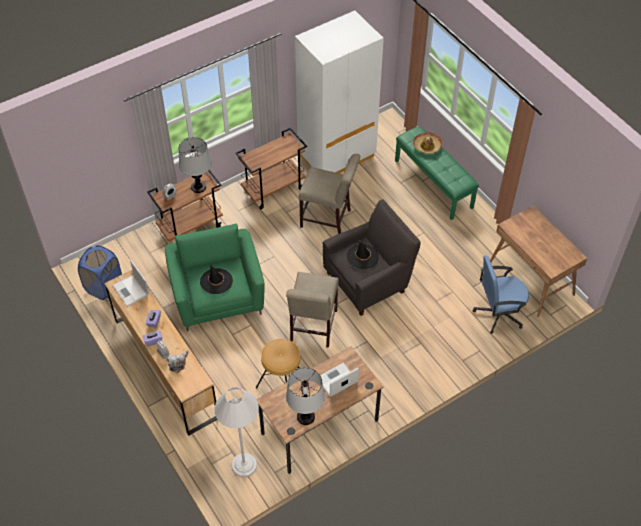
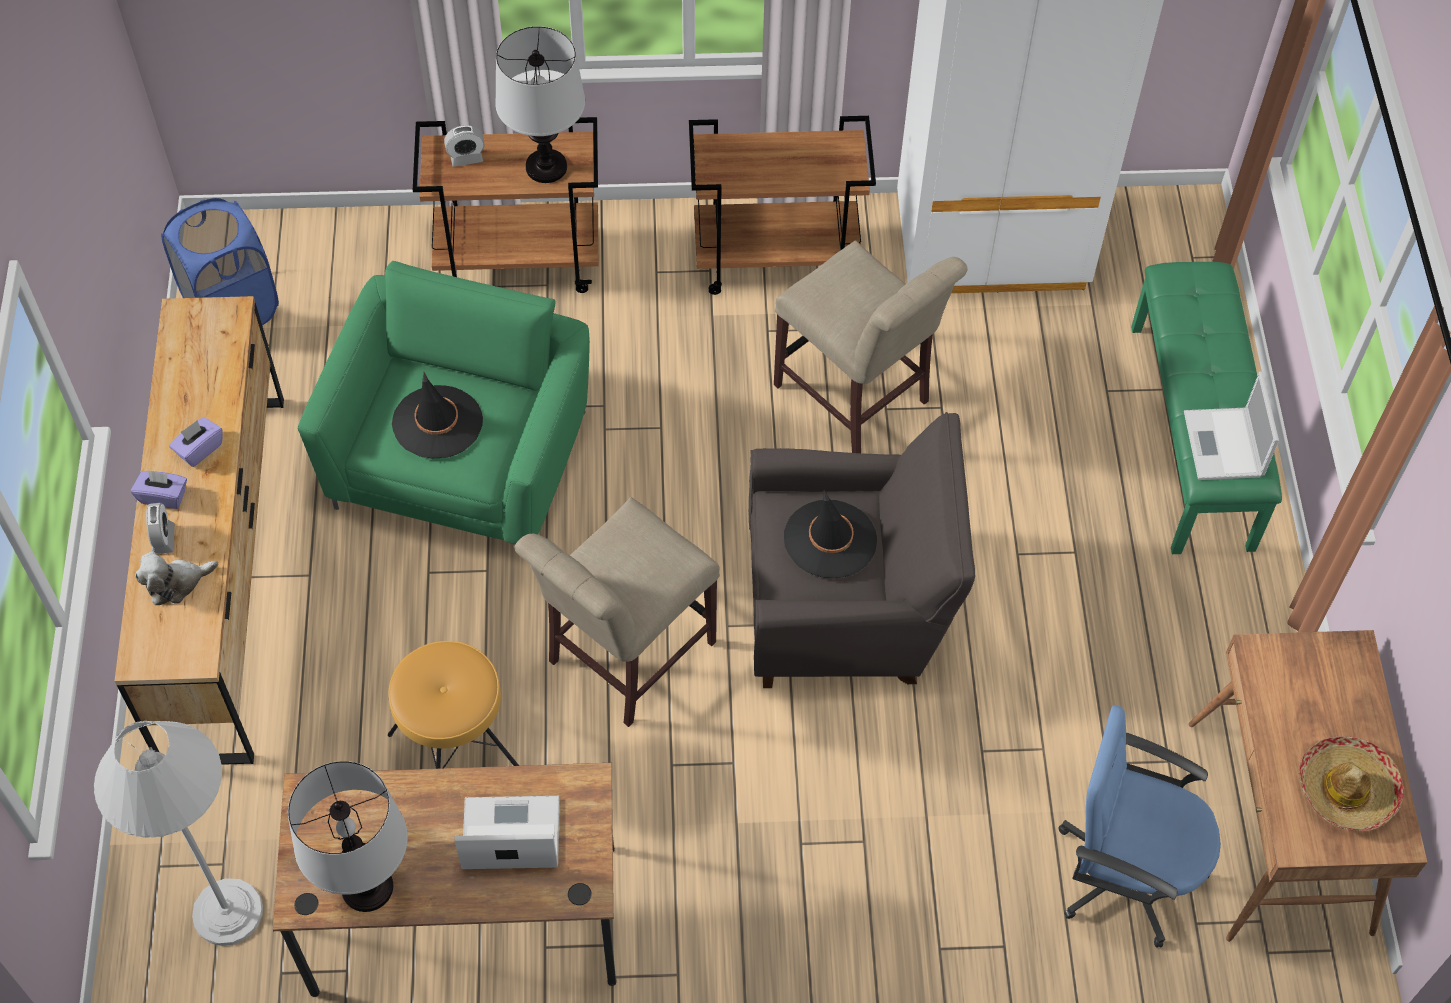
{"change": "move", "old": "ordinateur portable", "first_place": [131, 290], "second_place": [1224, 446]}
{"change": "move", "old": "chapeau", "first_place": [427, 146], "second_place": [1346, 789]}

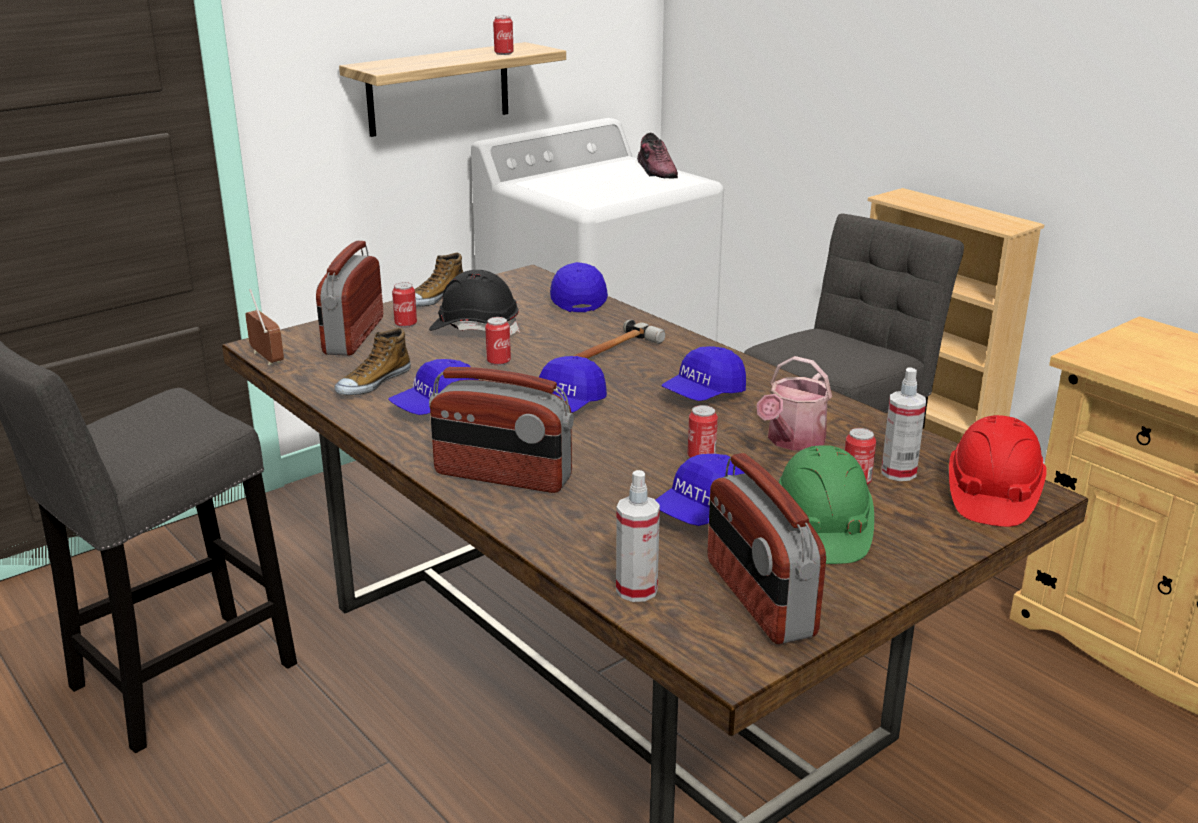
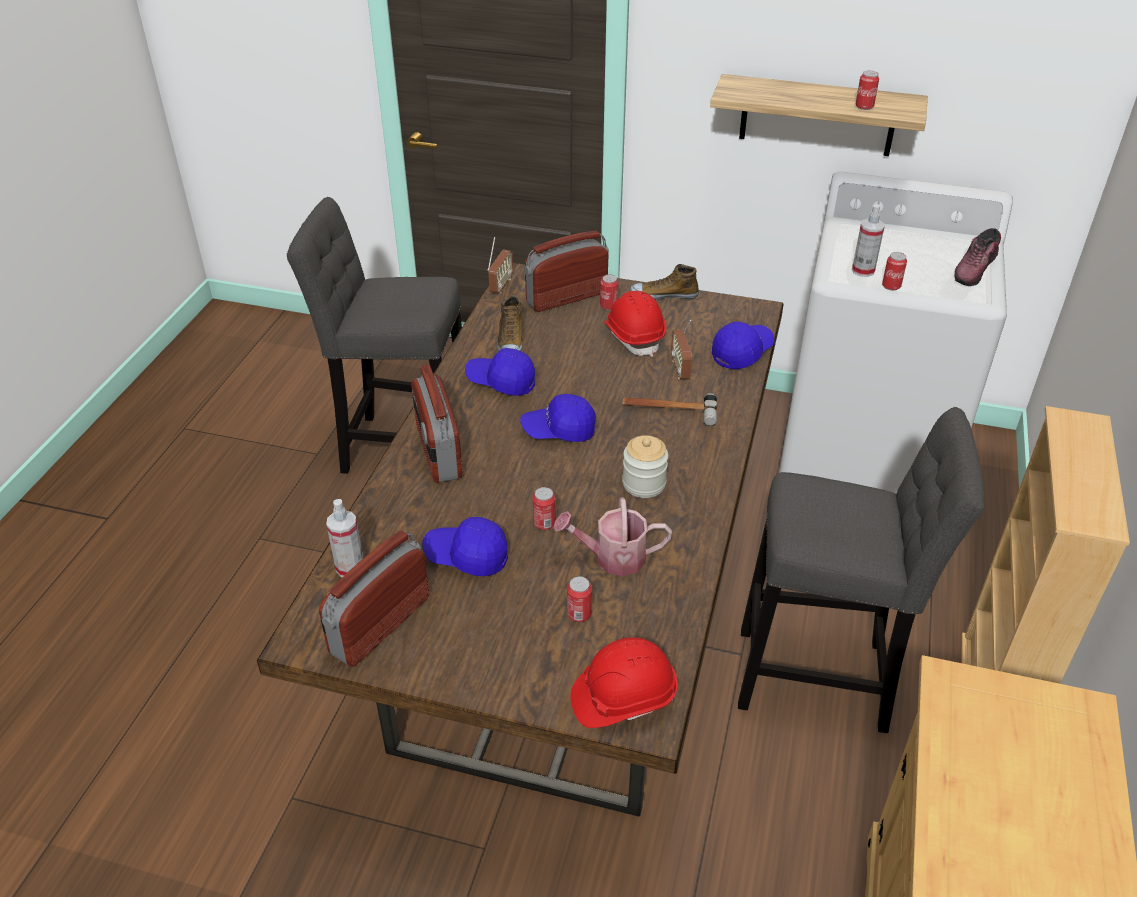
{"change": "delete", "old": "casque de chantier [vert]", "first_place": [820, 530]}
{"change": "insert", "new": "radio", "second_place": [680, 369]}
{"change": "move", "old": "boîte métallique", "first_place": [498, 361], "second_place": [891, 286]}
{"change": "move", "old": "vaporisateur", "first_place": [898, 472], "second_place": [863, 270]}
{"change": "replace", "old": "casquette [bleu]", "new": "bocal", "first_place": [703, 394], "second_place": [644, 484]}
{"change": "recolor", "old": "casque de chantier [noir]", "new": "casque de chantier [rouge]", "first_place": [474, 329], "second_place": [634, 336]}
{"change": "rotate", "old": "chaussure", "first_place": [373, 382], "second_place": [510, 340], "degrees": -90}

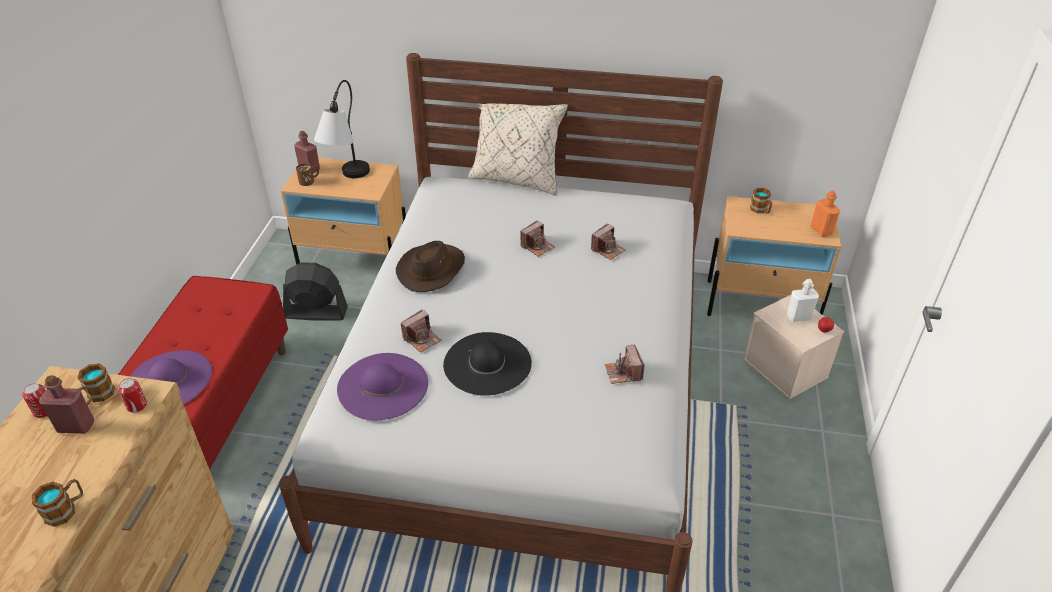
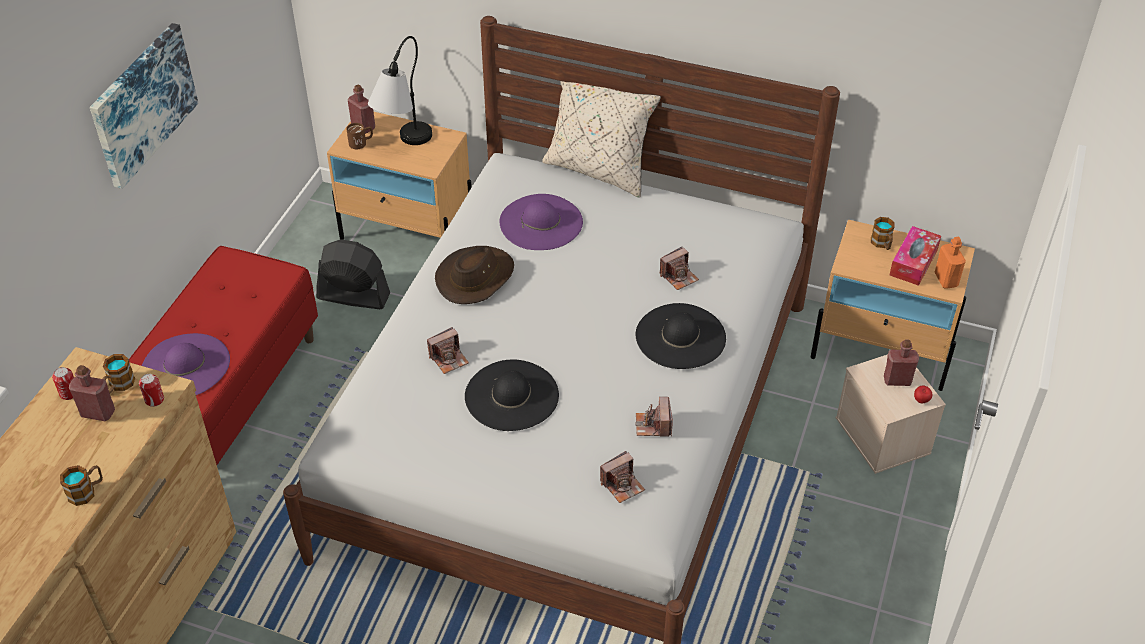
{"change": "insert", "new": "tableau", "second_place": [142, 104]}
{"change": "insert", "new": "chapeau [noir]", "second_place": [680, 336]}
{"change": "insert", "new": "boîte à mouchoirs", "second_place": [913, 262]}
{"change": "move", "old": "chapeau [violet]", "first_place": [383, 386], "second_place": [541, 222]}
{"change": "move", "old": "appareil photo", "first_place": [537, 246], "second_place": [622, 485]}
{"change": "recolor", "old": "bouteille [blanc]", "new": "bouteille [rouge]", "first_place": [798, 317], "second_place": [897, 380]}

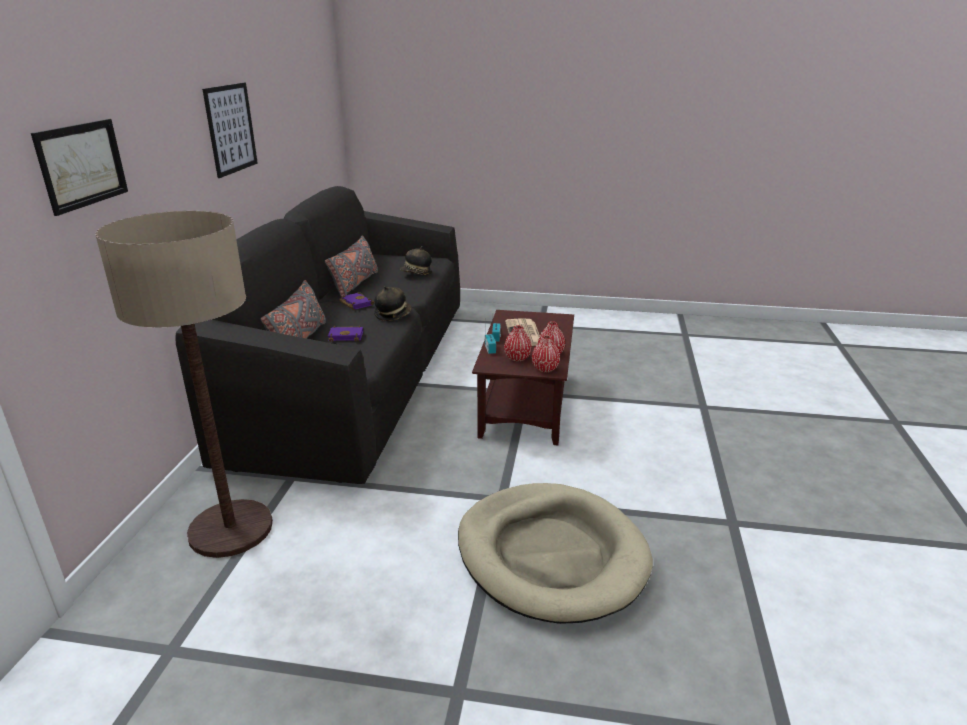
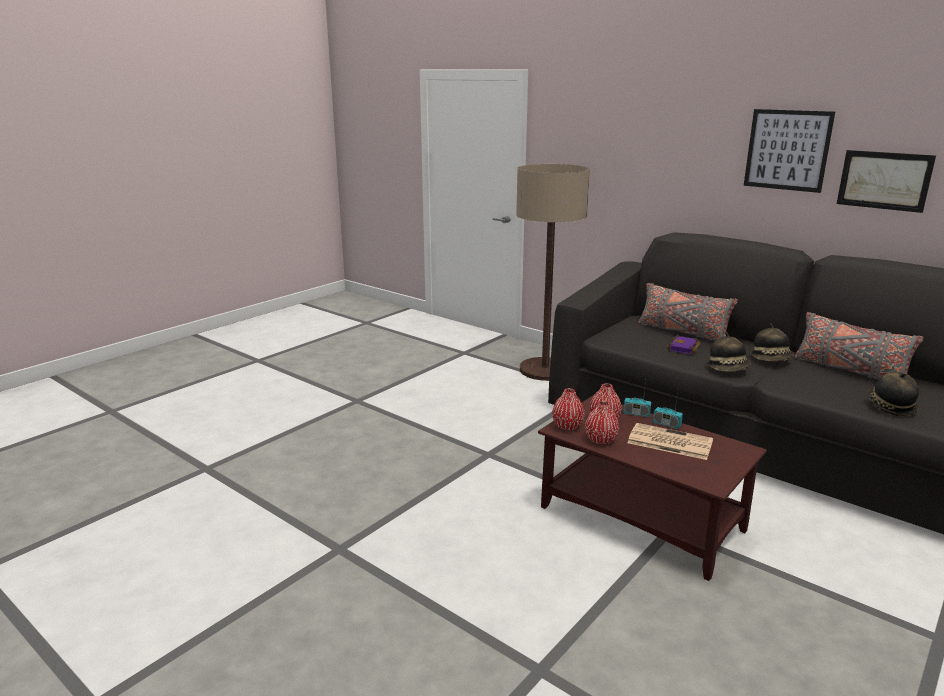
{"change": "delete", "old": "panier pour chien [beige]", "first_place": [551, 555]}
{"change": "move", "old": "tableau", "first_place": [82, 165], "second_place": [884, 180]}
{"change": "replace", "old": "livre [violet]", "new": "chapeau", "first_place": [355, 304], "second_place": [771, 360]}

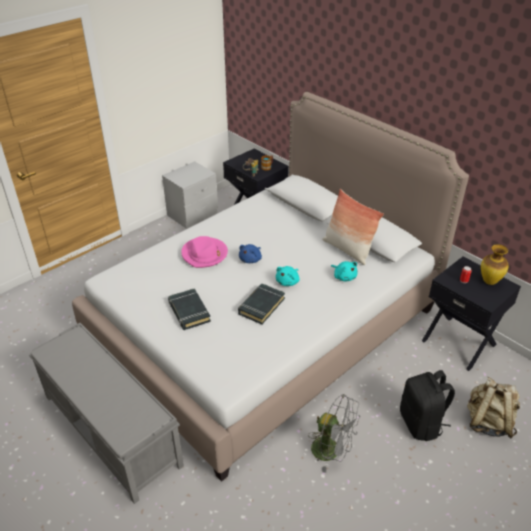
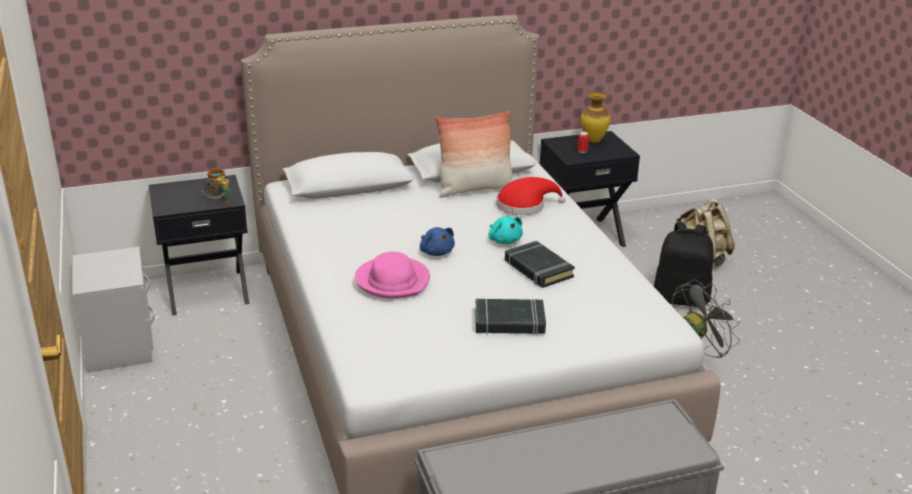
{"change": "replace", "old": "peluche [turquoise]", "new": "chapeau [rouge]", "first_place": [344, 276], "second_place": [524, 205]}

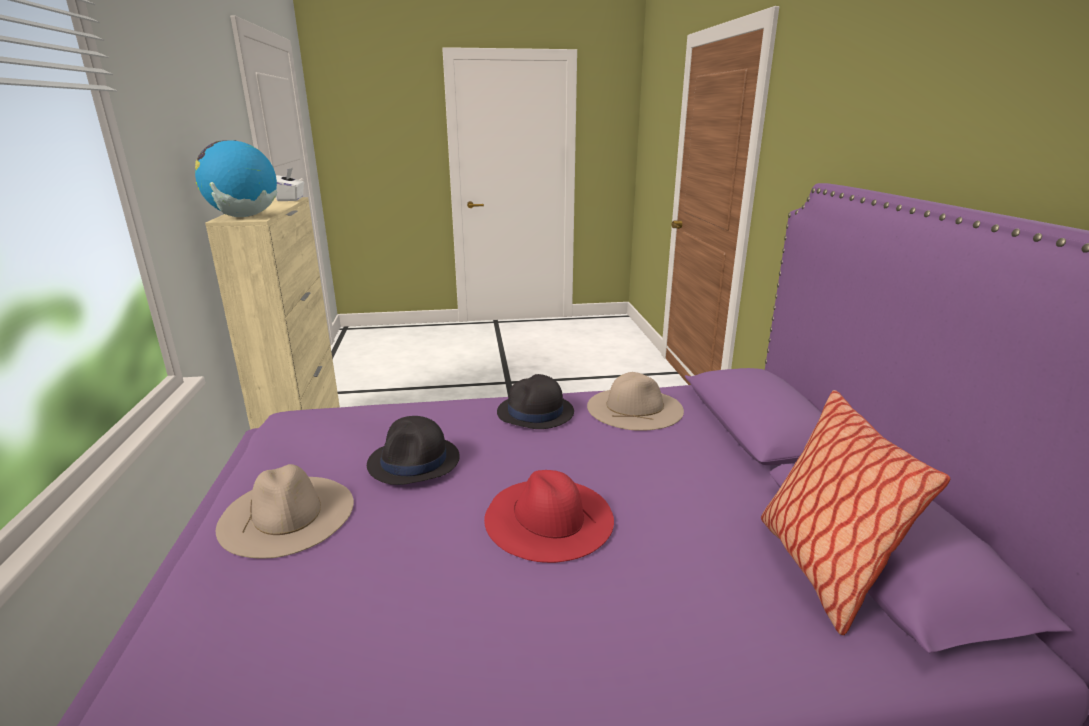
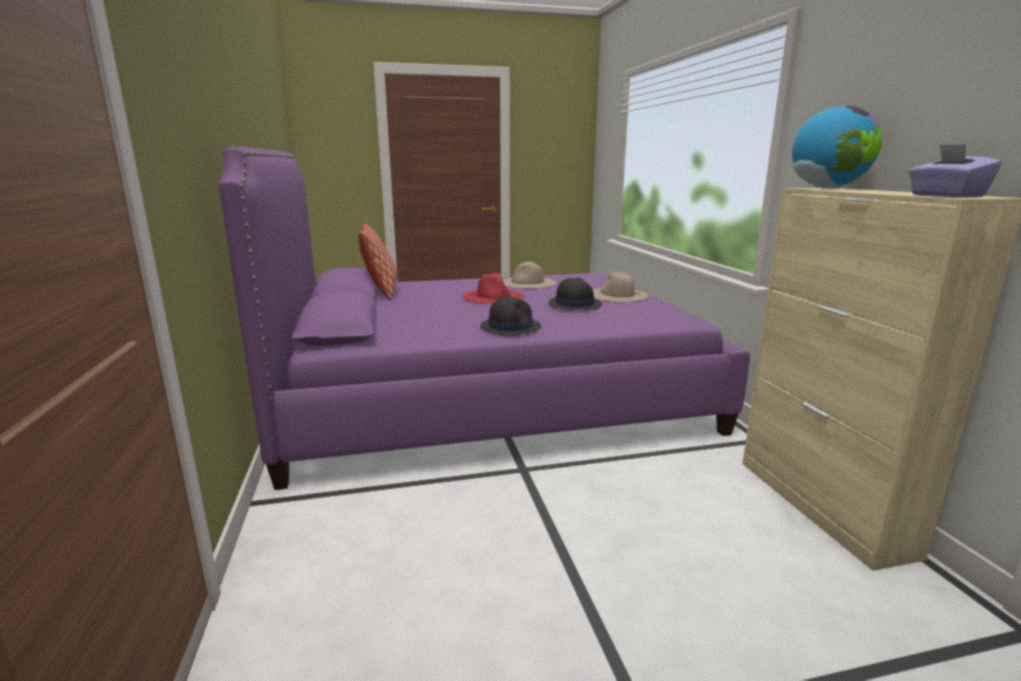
{"change": "move", "old": "chapeau [beige]", "first_place": [634, 408], "second_place": [527, 282]}
{"change": "recolor", "old": "boîte à mouchoirs [blanc]", "new": "boîte à mouchoirs [violet]", "first_place": [291, 199], "second_place": [945, 196]}

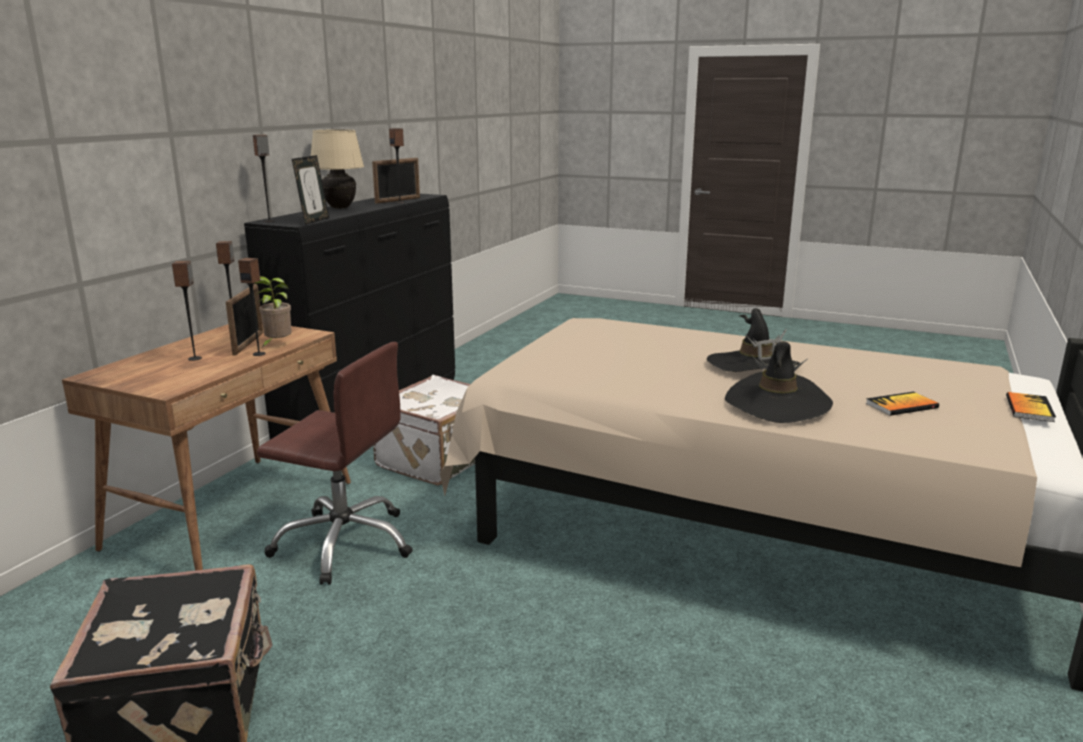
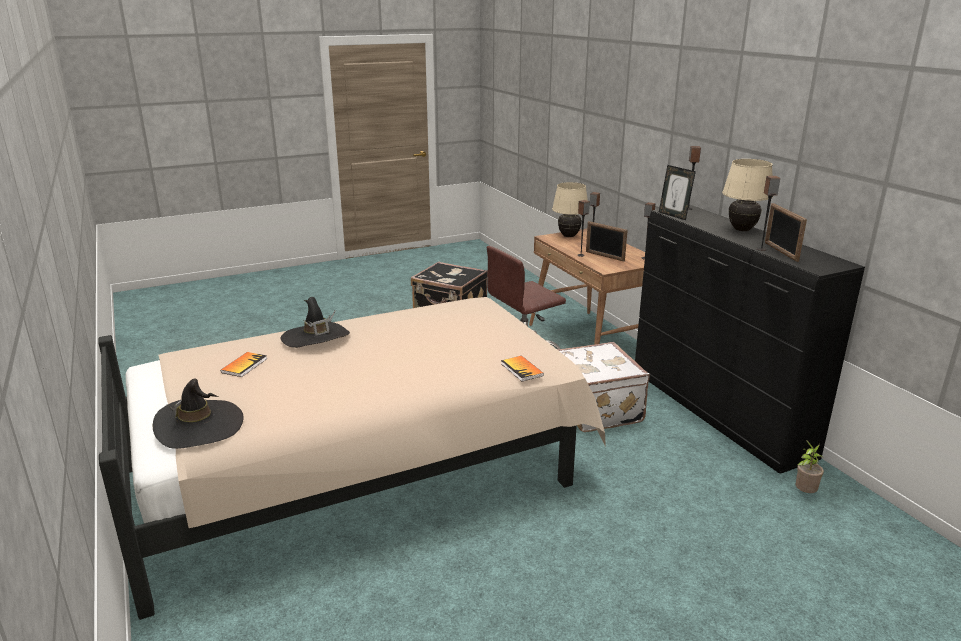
{"change": "insert", "new": "lampe de table [beige]", "second_place": [569, 236]}
{"change": "move", "old": "plante en pot", "first_place": [277, 345], "second_place": [804, 493]}
{"change": "move", "old": "chapeau [noir]", "first_place": [752, 366], "second_place": [199, 426]}
{"change": "move", "old": "livre", "first_place": [1029, 408], "second_place": [521, 369]}

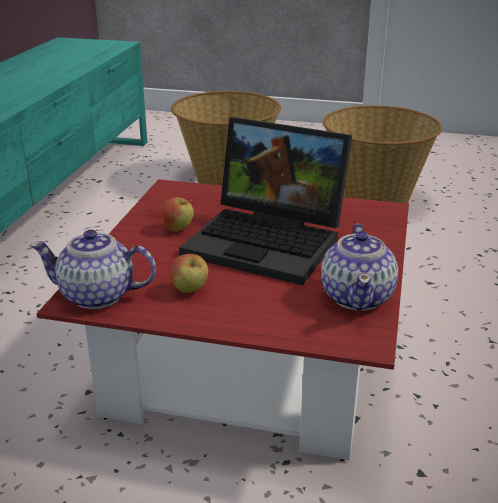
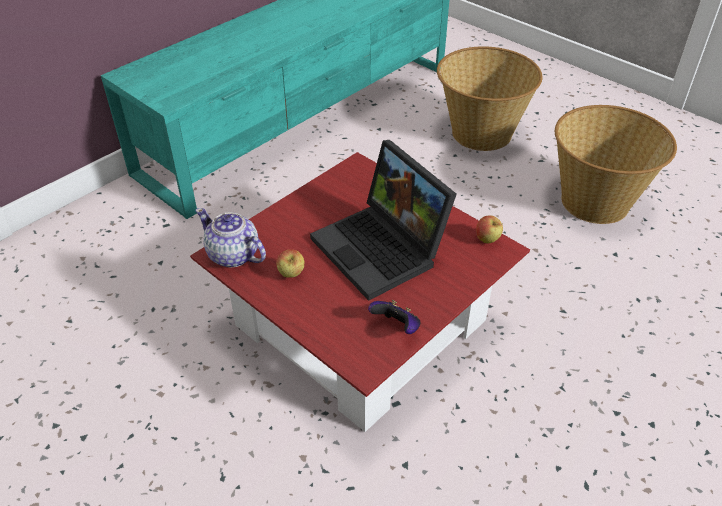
{"change": "move", "old": "pomme", "first_place": [178, 229], "second_place": [487, 240]}
{"change": "replace", "old": "théière", "new": "manette", "first_place": [358, 296], "second_place": [396, 327]}

